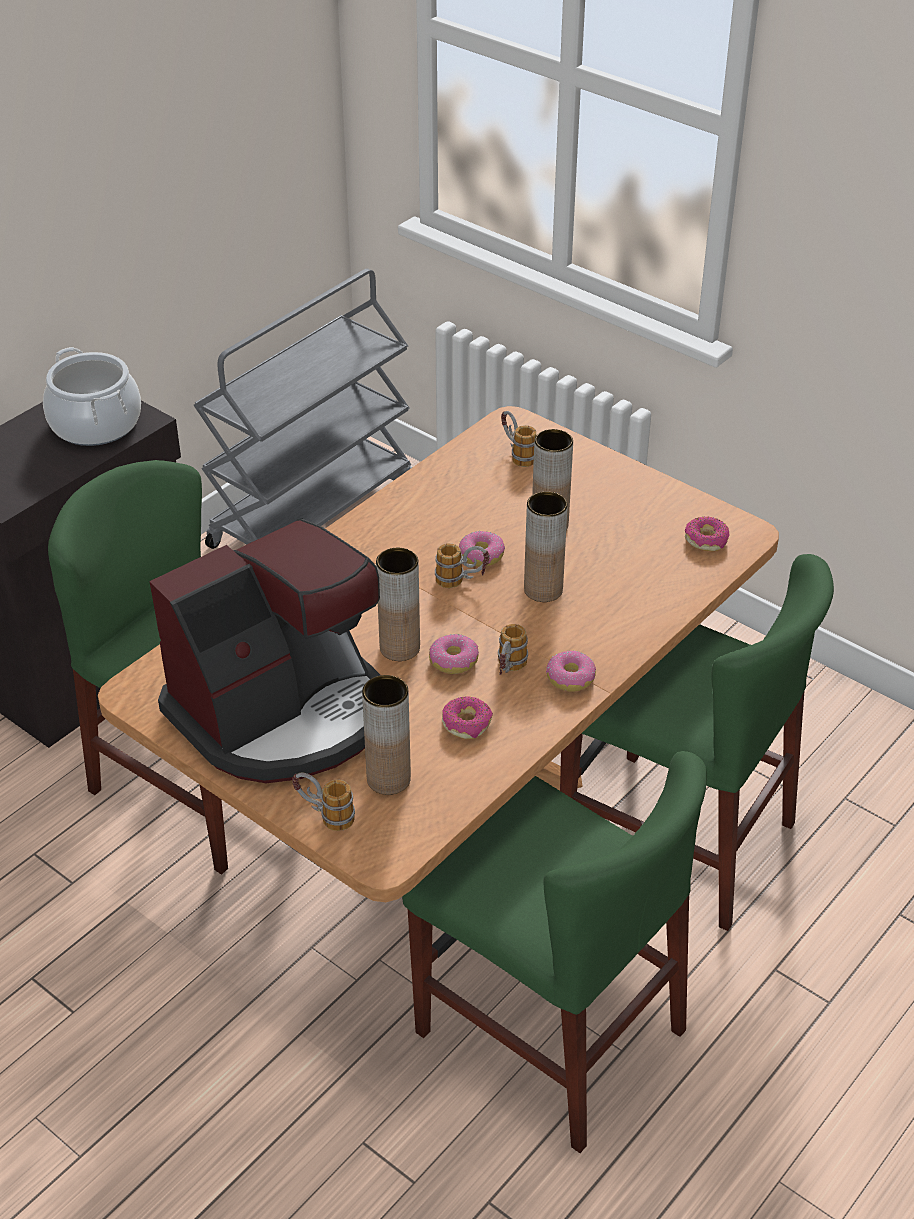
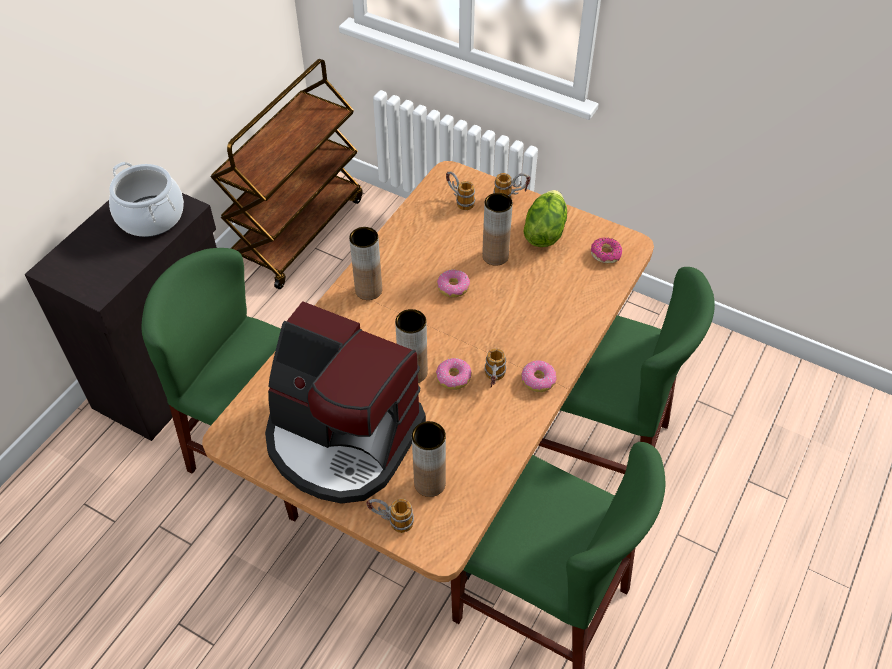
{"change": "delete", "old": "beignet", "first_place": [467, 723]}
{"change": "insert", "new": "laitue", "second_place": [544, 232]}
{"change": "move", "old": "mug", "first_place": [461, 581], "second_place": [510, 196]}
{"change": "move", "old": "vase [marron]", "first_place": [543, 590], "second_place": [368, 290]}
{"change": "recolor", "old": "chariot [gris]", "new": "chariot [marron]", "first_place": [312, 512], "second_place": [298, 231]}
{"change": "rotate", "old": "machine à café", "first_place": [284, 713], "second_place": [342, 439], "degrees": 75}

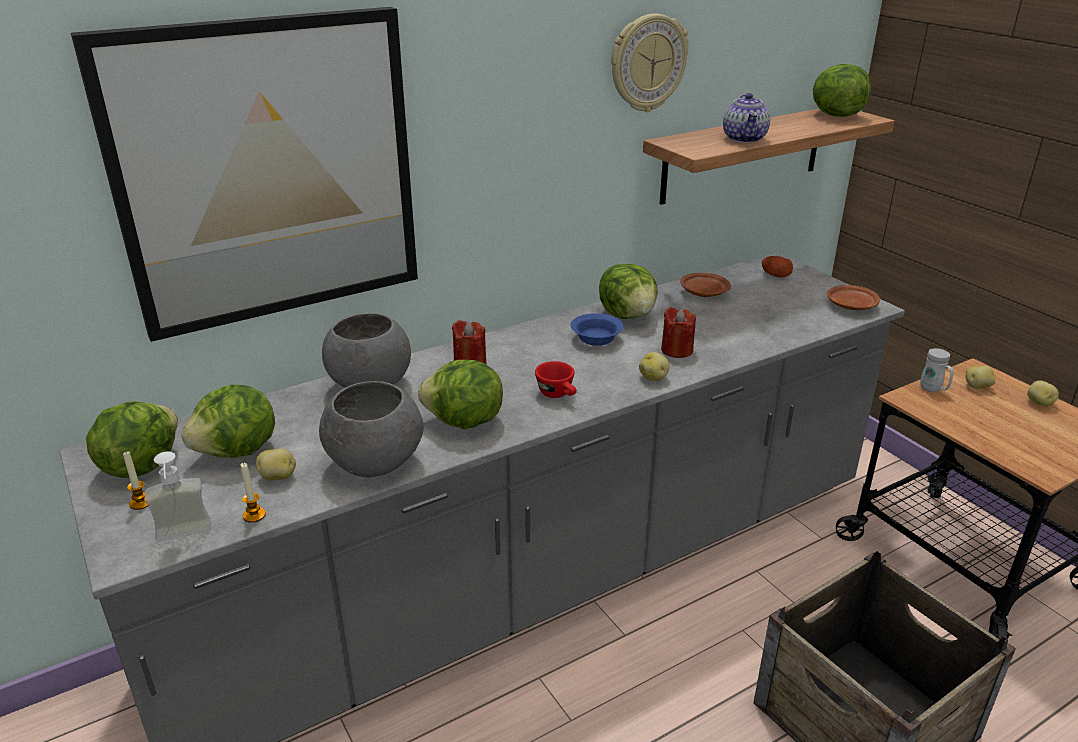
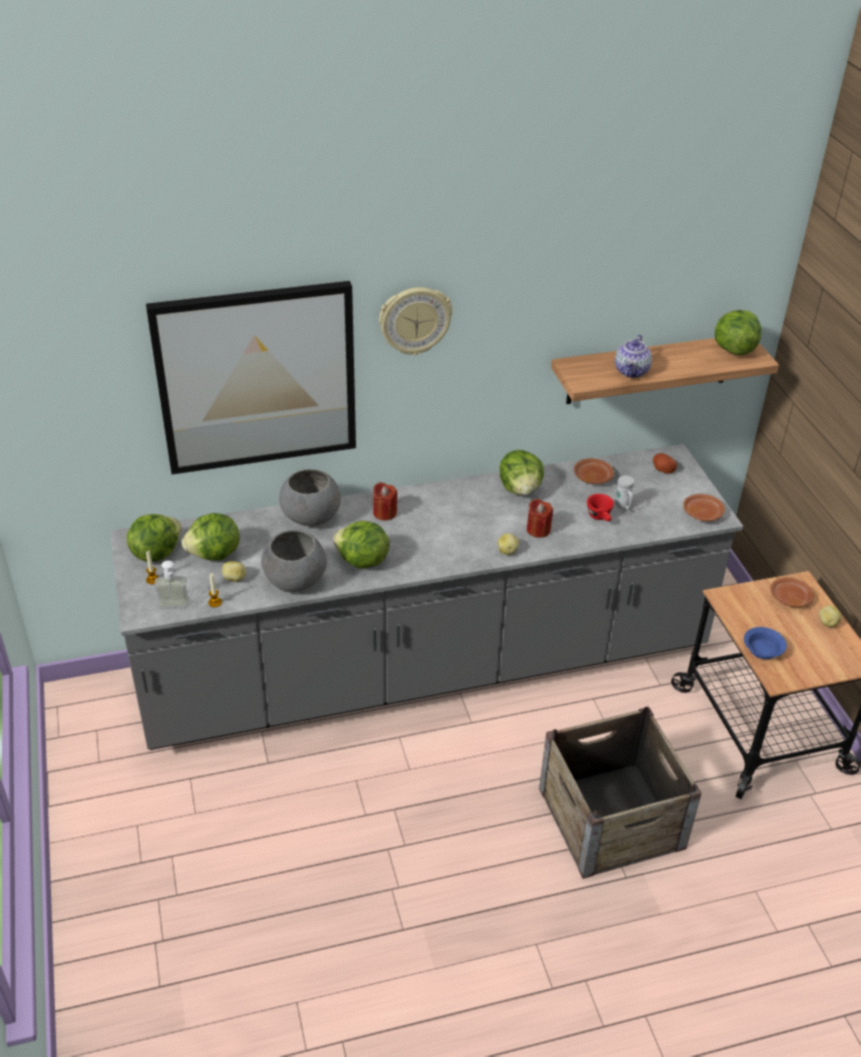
{"change": "move", "old": "tasse [rouge]", "first_place": [558, 394], "second_place": [600, 517]}
{"change": "move", "old": "bol [bleu]", "first_place": [595, 339], "second_place": [761, 650]}
{"change": "move", "old": "horloge murale", "first_place": [647, 63], "second_place": [415, 320]}
{"change": "move", "old": "mug [blanc]", "first_place": [933, 390], "second_place": [623, 507]}
{"change": "replace", "old": "pomme de terre", "new": "assiette [marron]", "first_place": [977, 386], "second_place": [789, 598]}

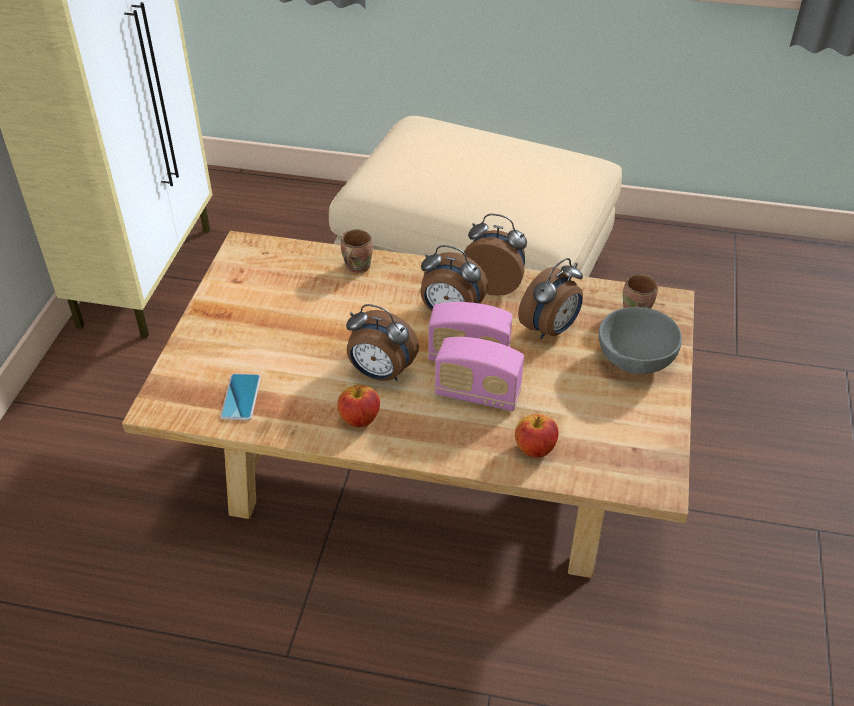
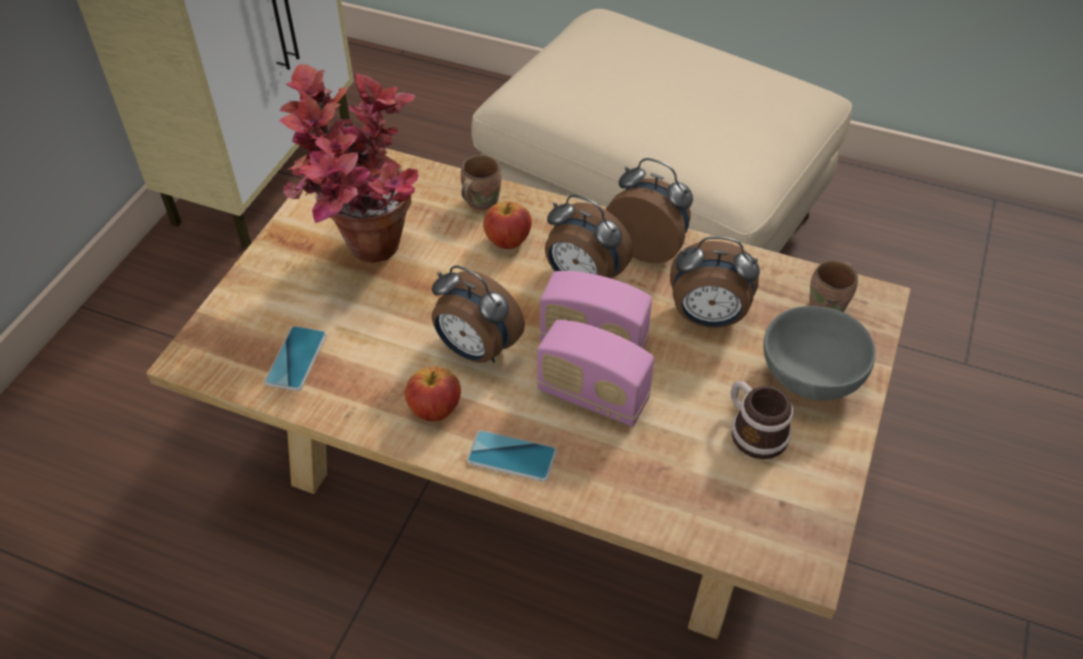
{"change": "insert", "new": "plante en pot", "second_place": [365, 260]}
{"change": "insert", "new": "téléphone", "second_place": [511, 456]}
{"change": "insert", "new": "mug", "second_place": [753, 430]}
{"change": "move", "old": "pomme", "first_place": [535, 449], "second_place": [508, 241]}
{"change": "rotate", "old": "réveil", "first_place": [550, 329], "second_place": [707, 318], "degrees": 45}

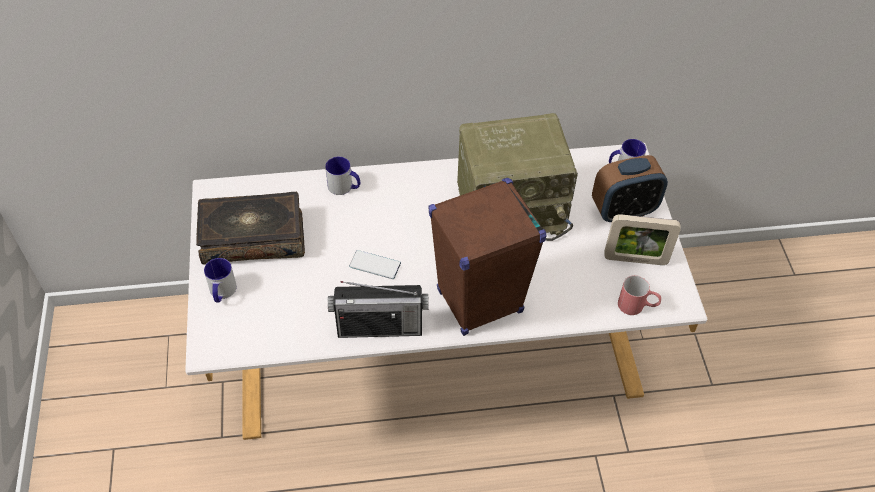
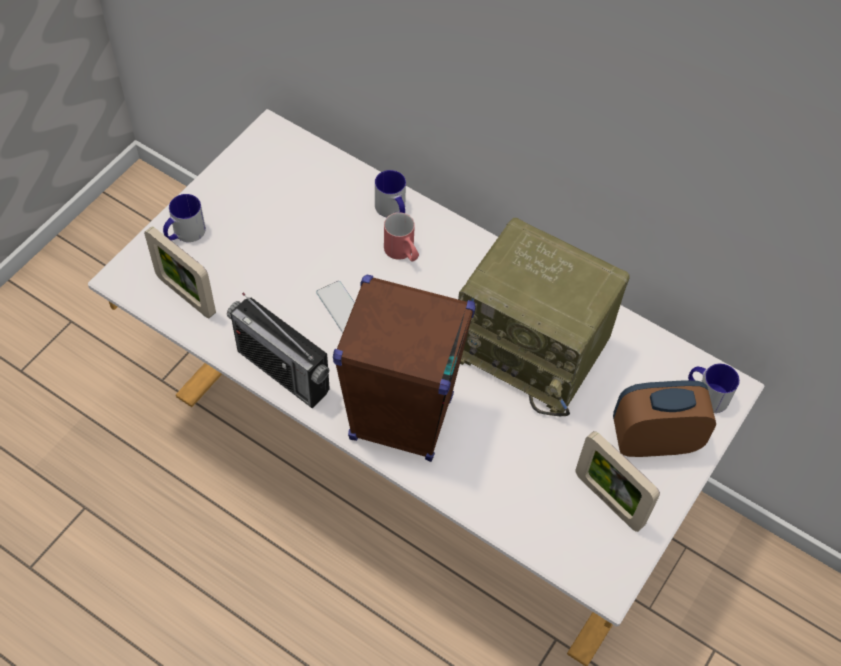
{"change": "delete", "old": "livre", "first_place": [253, 237]}
{"change": "insert", "new": "cadre photo", "second_place": [186, 295]}
{"change": "move", "old": "mug [rouge]", "first_place": [637, 306], "second_place": [403, 253]}
{"change": "rotate", "old": "réveil", "first_place": [623, 210], "second_place": [654, 440], "degrees": 150}

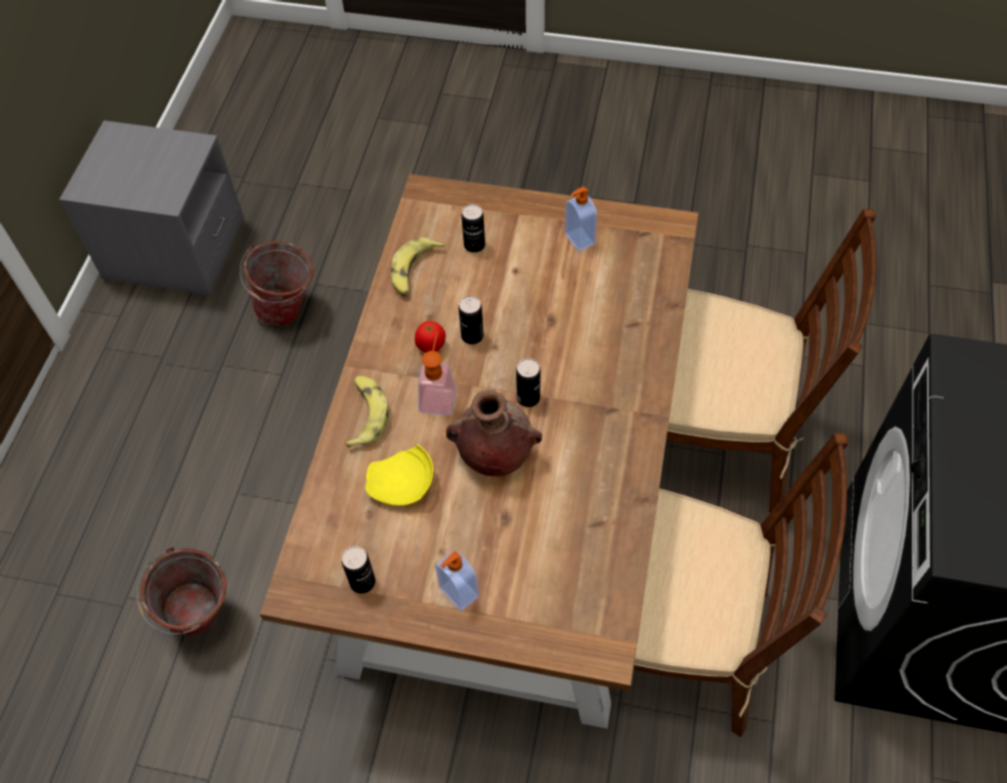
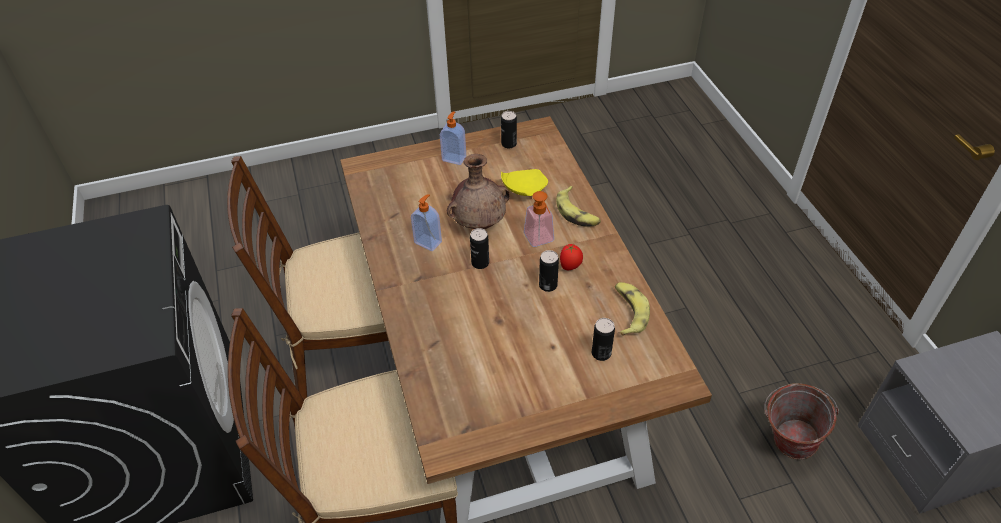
{"change": "delete", "old": "seau", "first_place": [201, 620]}
{"change": "move", "old": "distributeur de savon", "first_place": [578, 240], "second_place": [428, 242]}

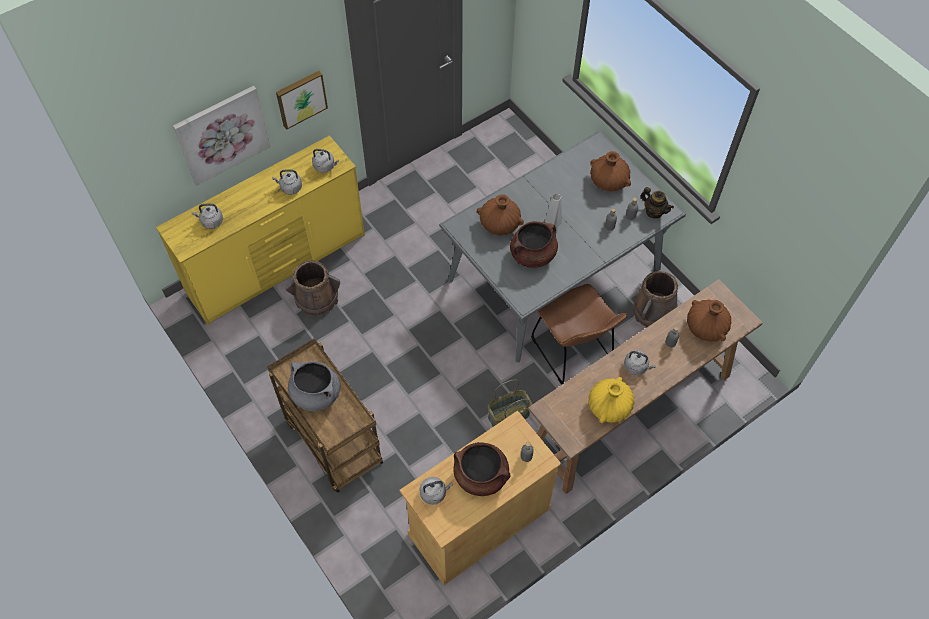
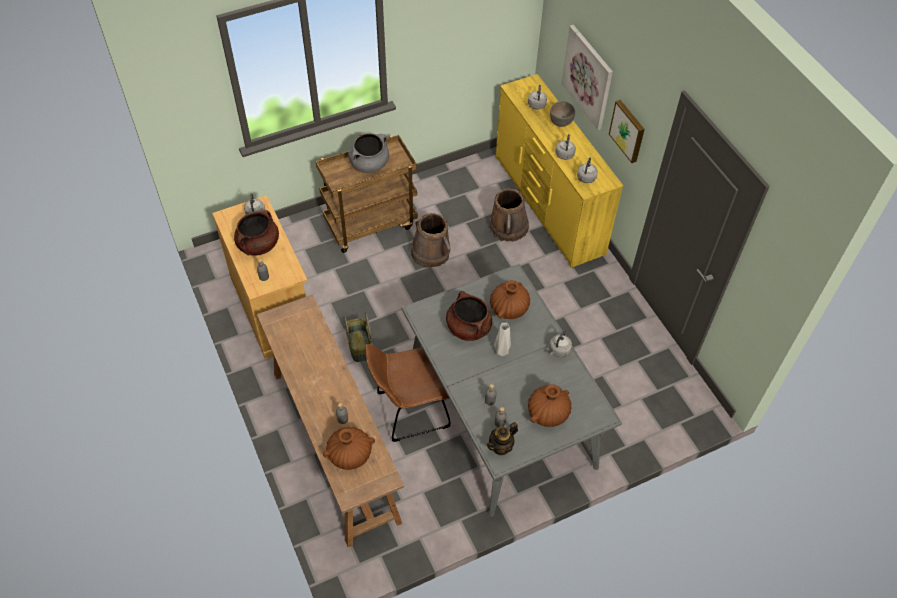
{"change": "delete", "old": "vase [jaune]", "first_place": [609, 407]}
{"change": "insert", "new": "bol [gris]", "second_place": [561, 122]}
{"change": "move", "old": "bouilloire [gris]", "first_place": [636, 366], "second_place": [558, 350]}
{"change": "move", "old": "seau [marron]", "first_place": [654, 311], "second_place": [431, 252]}

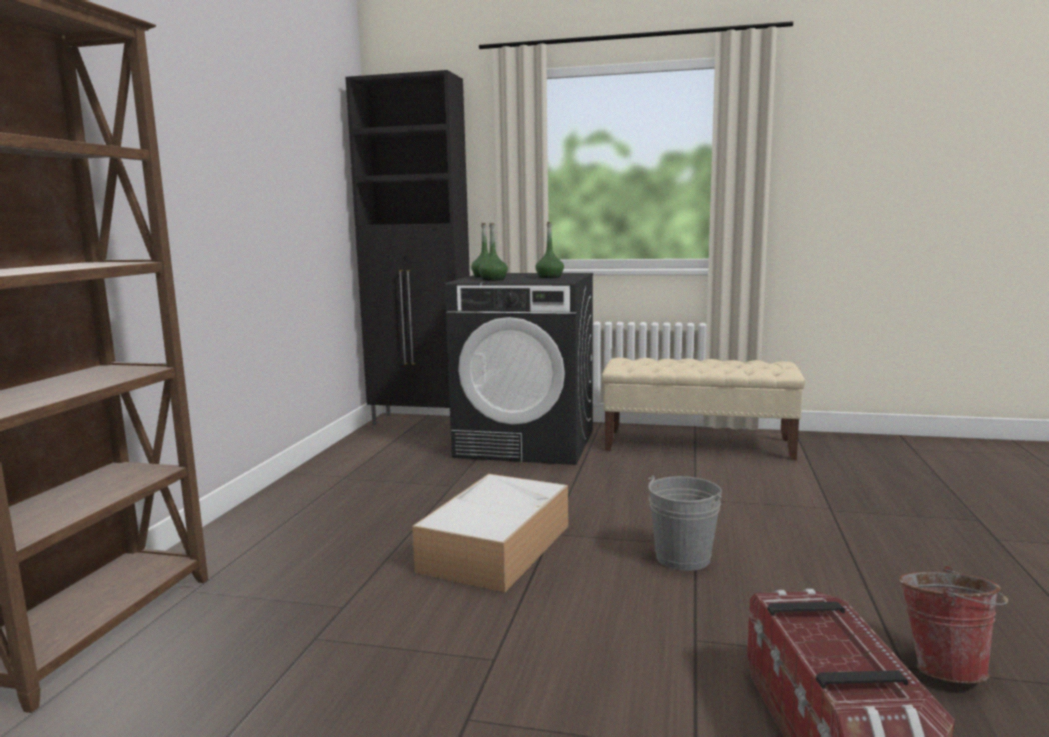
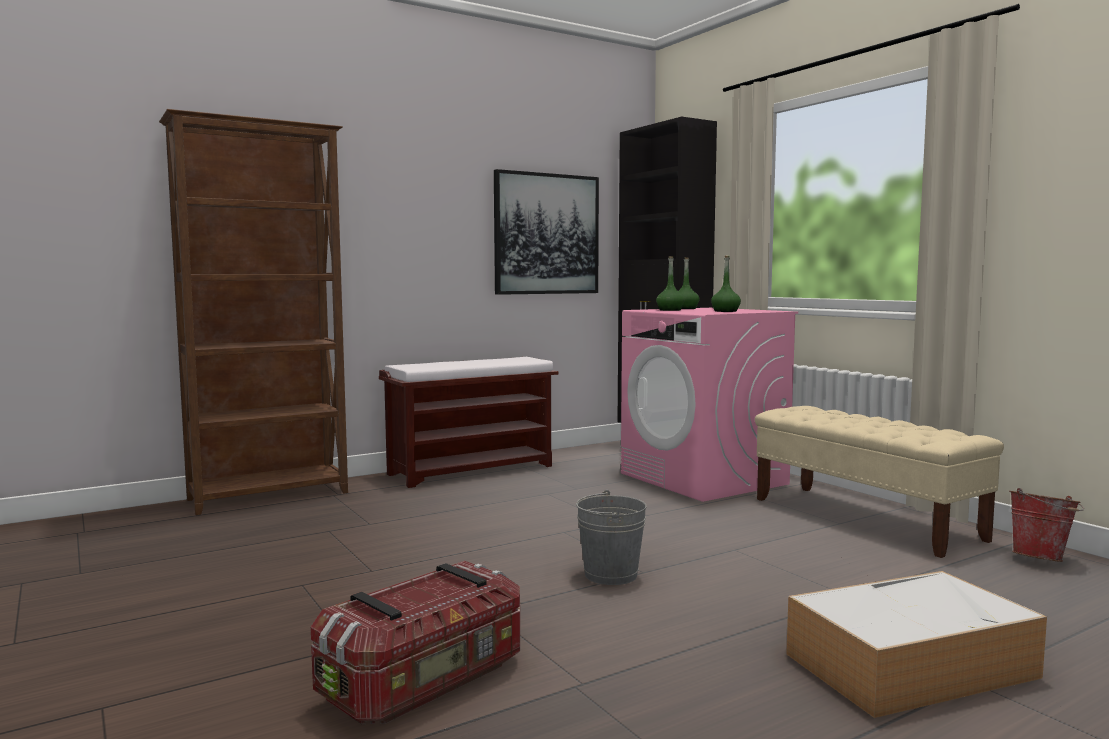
{"change": "insert", "new": "banc [marron]", "second_place": [472, 470]}
{"change": "insert", "new": "tableau", "second_place": [546, 234]}
{"change": "move", "old": "boîte de rangement", "first_place": [496, 547], "second_place": [912, 665]}
{"change": "move", "old": "seau", "first_place": [944, 667], "second_place": [1041, 558]}
{"change": "recolor", "old": "lave-linge [noir]", "new": "lave-linge [rose]", "first_place": [527, 443], "second_place": [704, 479]}

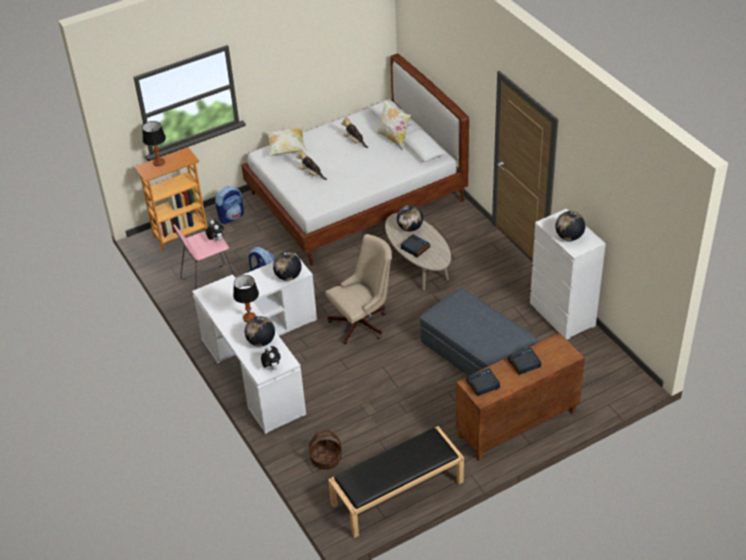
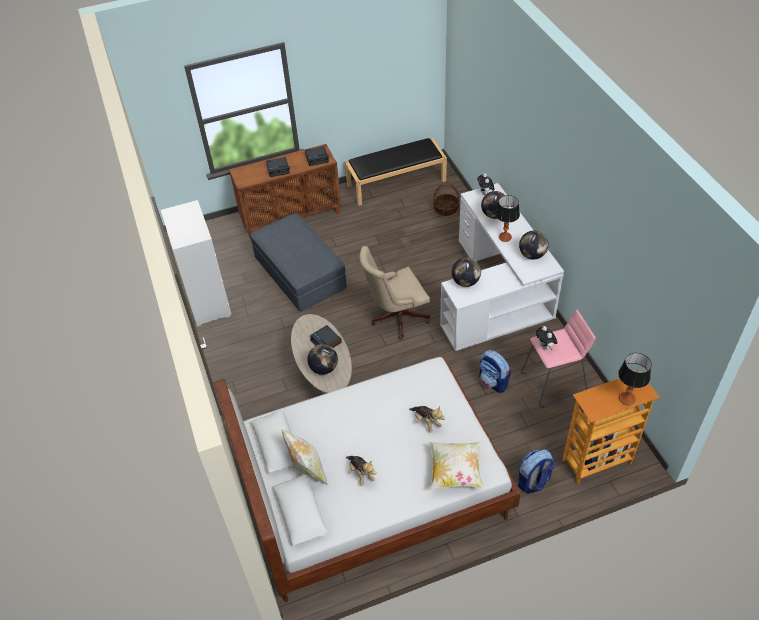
{"change": "move", "old": "globe", "first_place": [569, 237], "second_place": [532, 255]}

